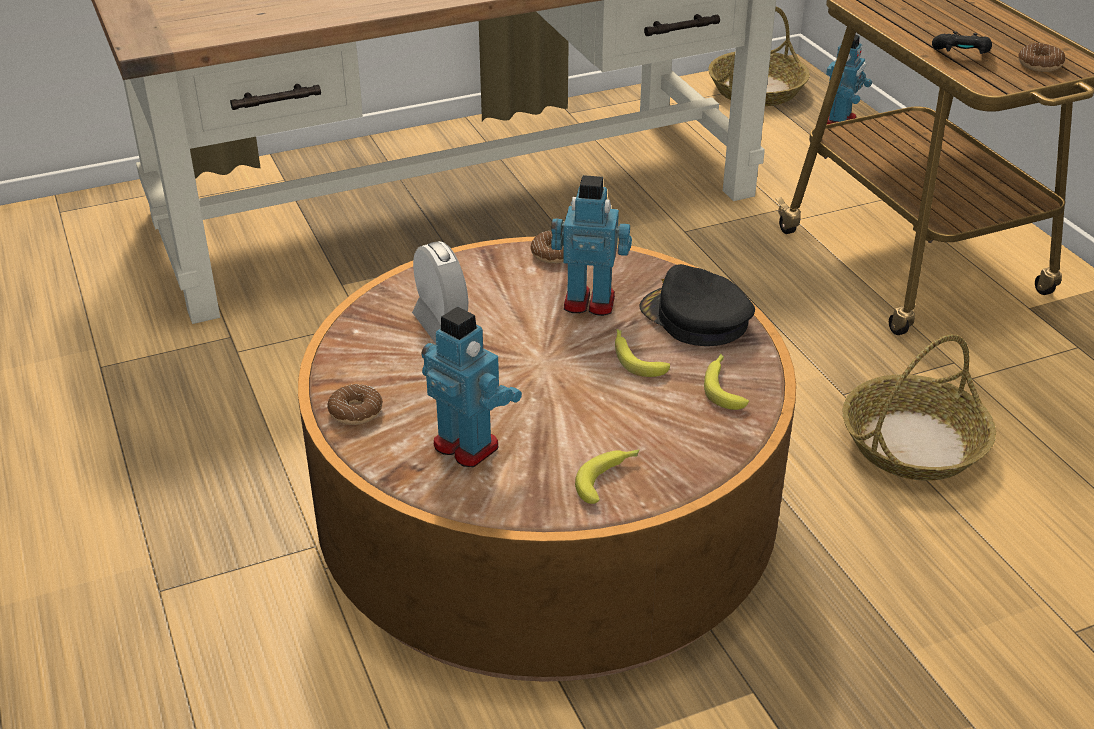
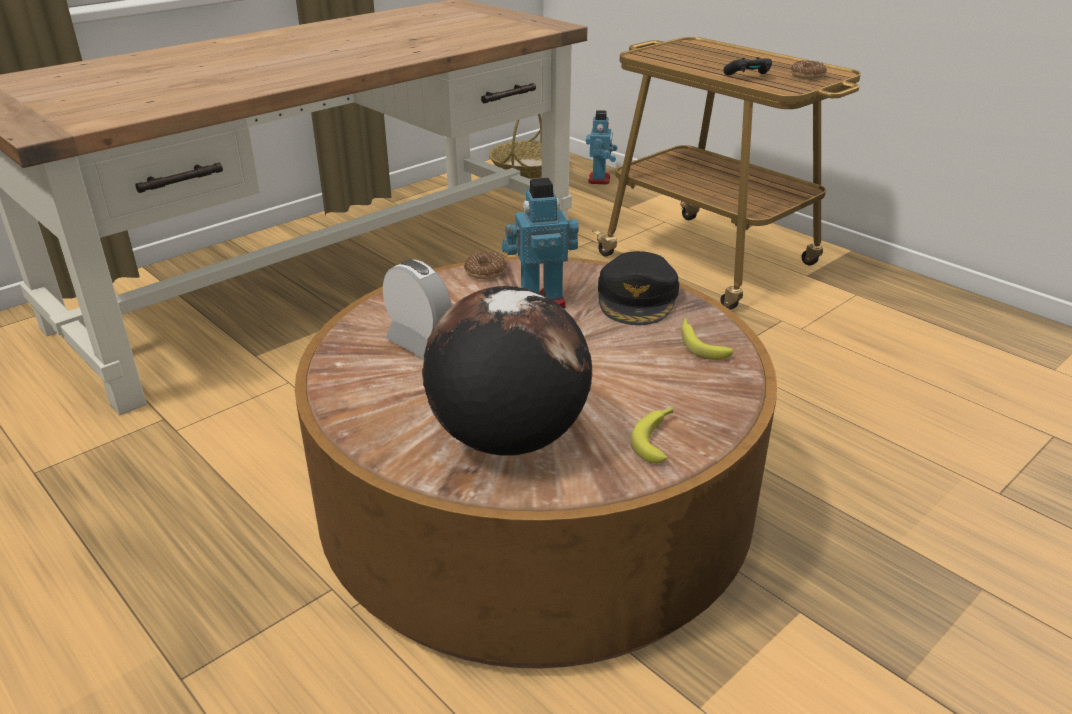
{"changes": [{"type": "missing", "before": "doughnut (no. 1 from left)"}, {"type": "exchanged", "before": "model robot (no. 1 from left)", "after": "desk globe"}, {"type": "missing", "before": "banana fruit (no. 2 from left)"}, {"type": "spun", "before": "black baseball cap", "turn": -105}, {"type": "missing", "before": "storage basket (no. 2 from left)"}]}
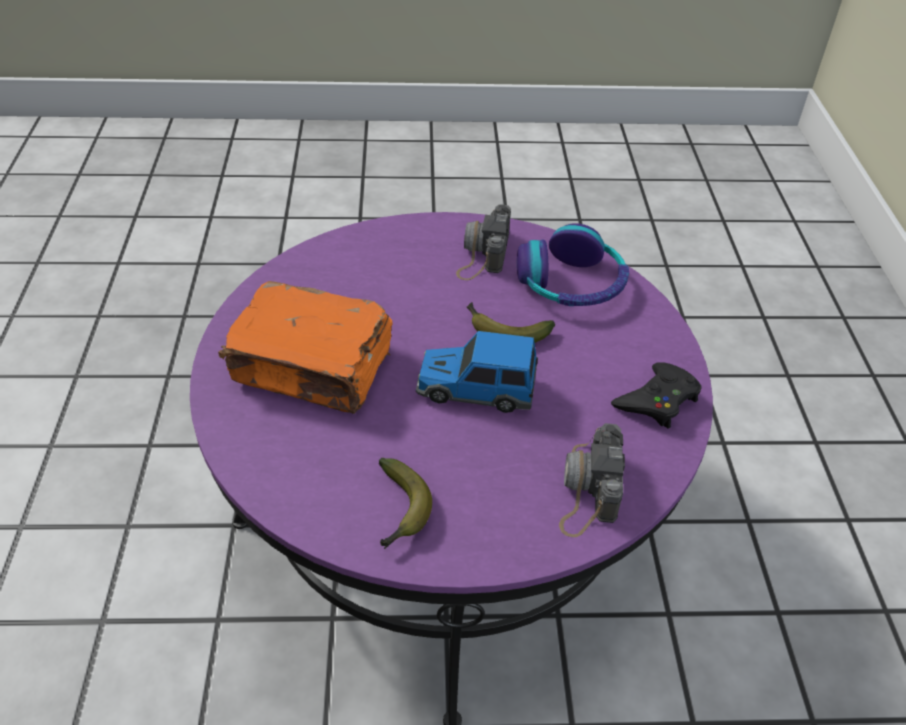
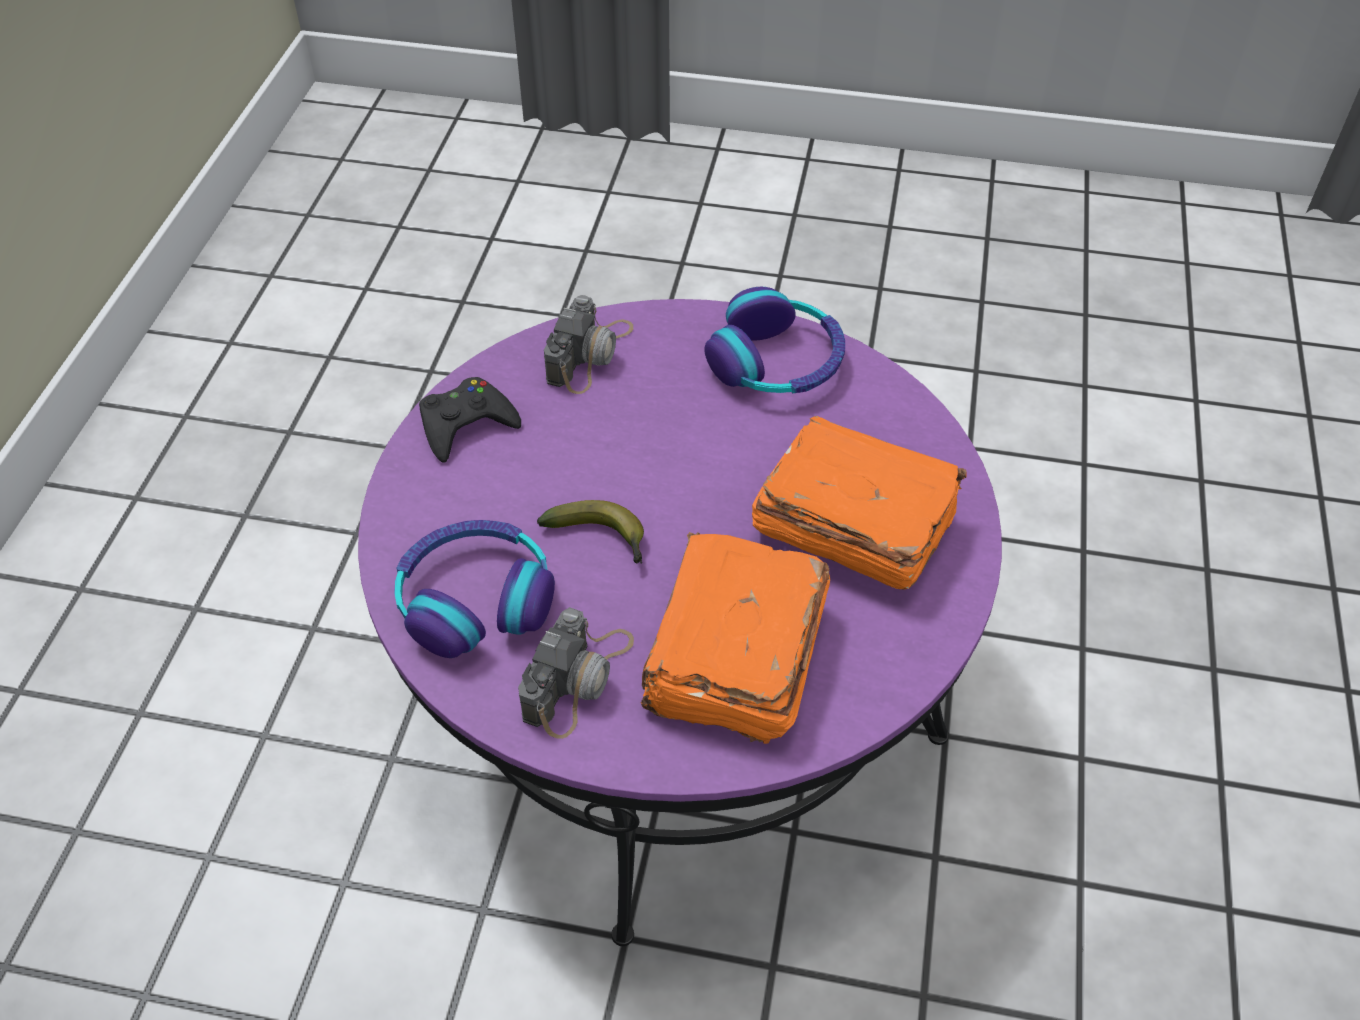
{"changes": [{"type": "exchanged", "before": "banana fruit (no. 1 from left)", "after": "headset (no. 2 from left)"}, {"type": "missing", "before": "miniature car"}, {"type": "appeared", "after": "orangey book (no. 1 from left)"}]}
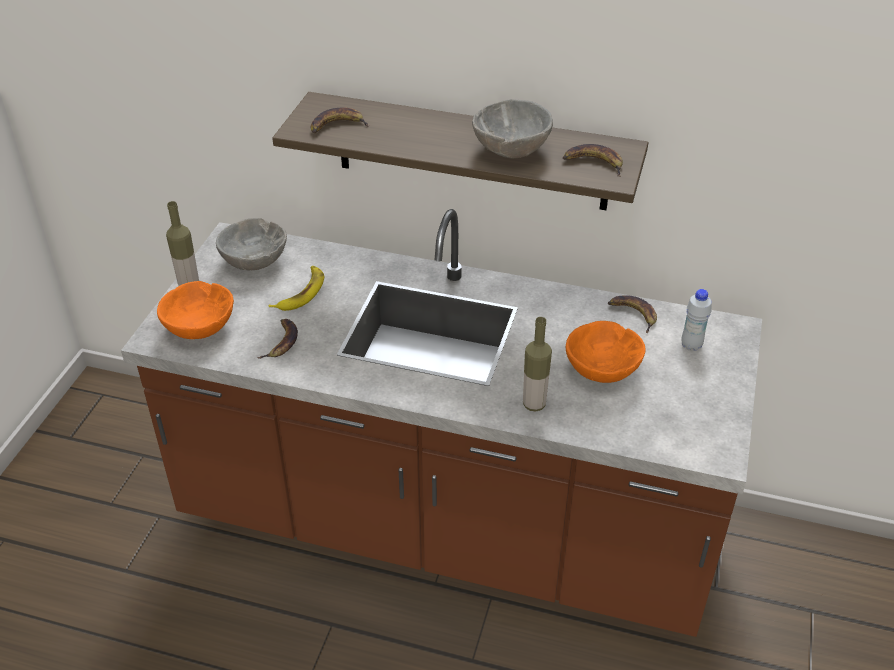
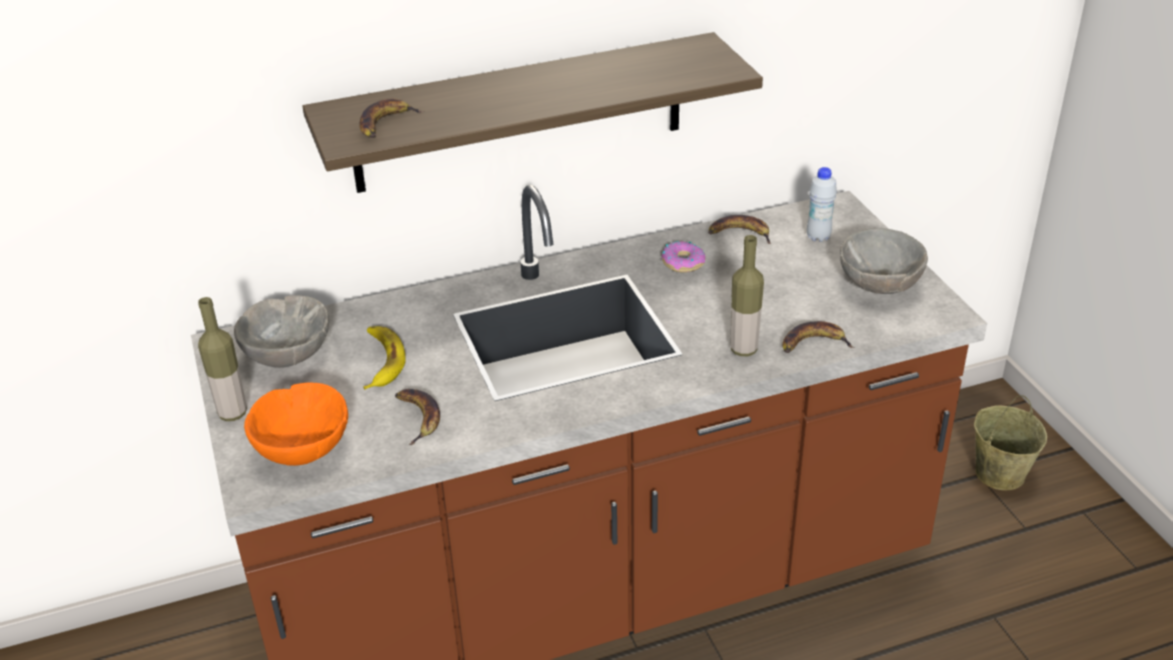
{"changes": [{"type": "relocated", "before": "grey bowl (no. 2 from left)"}, {"type": "relocated", "before": "banana fruit (no. 4 from left in the first image)", "after": "banana fruit (no. 5 from left)"}, {"type": "missing", "before": "orangey bowl (no. 2 from left)"}, {"type": "appeared", "after": "doughnut"}, {"type": "appeared", "after": "sand-coloured water bucket"}]}
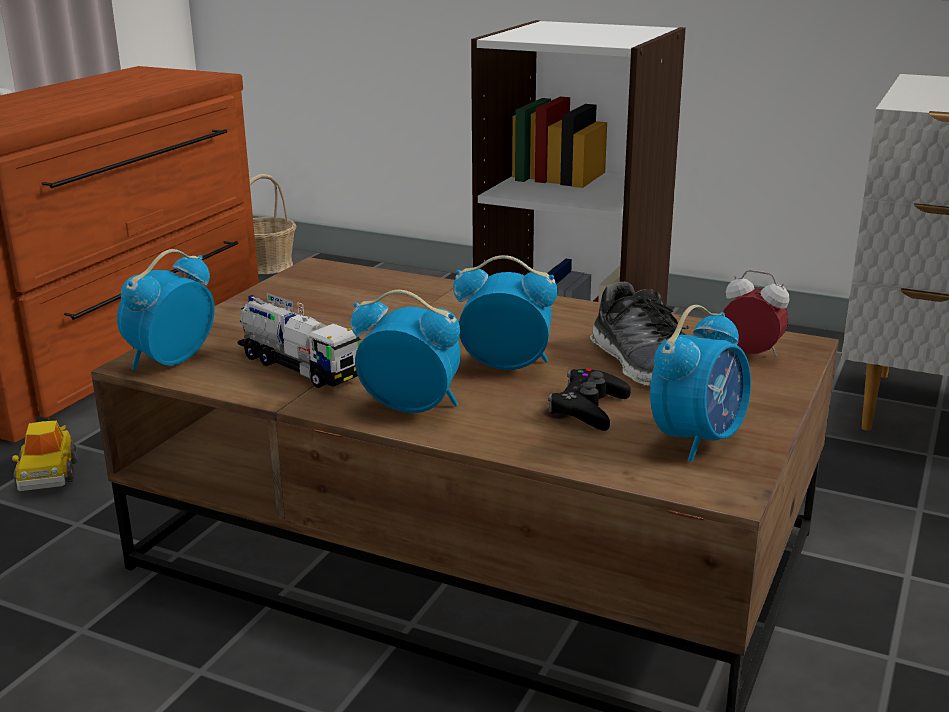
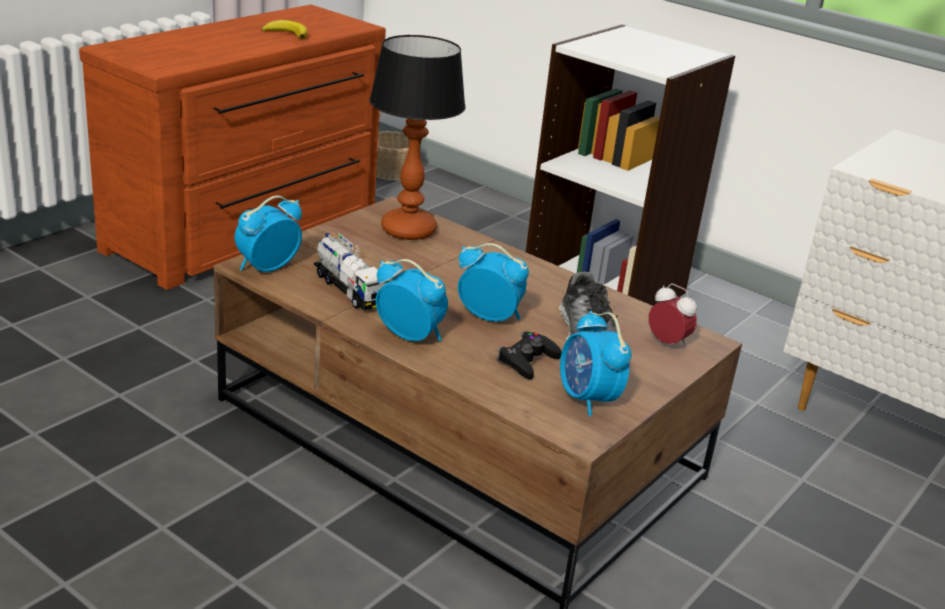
{"changes": [{"type": "missing", "before": "miniature car"}, {"type": "spun", "before": "bedside clock (no. 4 from left)", "turn": 105}, {"type": "appeared", "after": "banana fruit"}, {"type": "appeared", "after": "lamp for a table"}]}
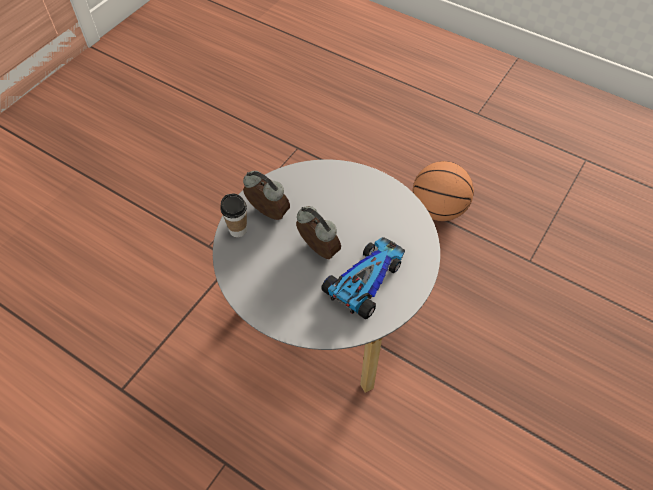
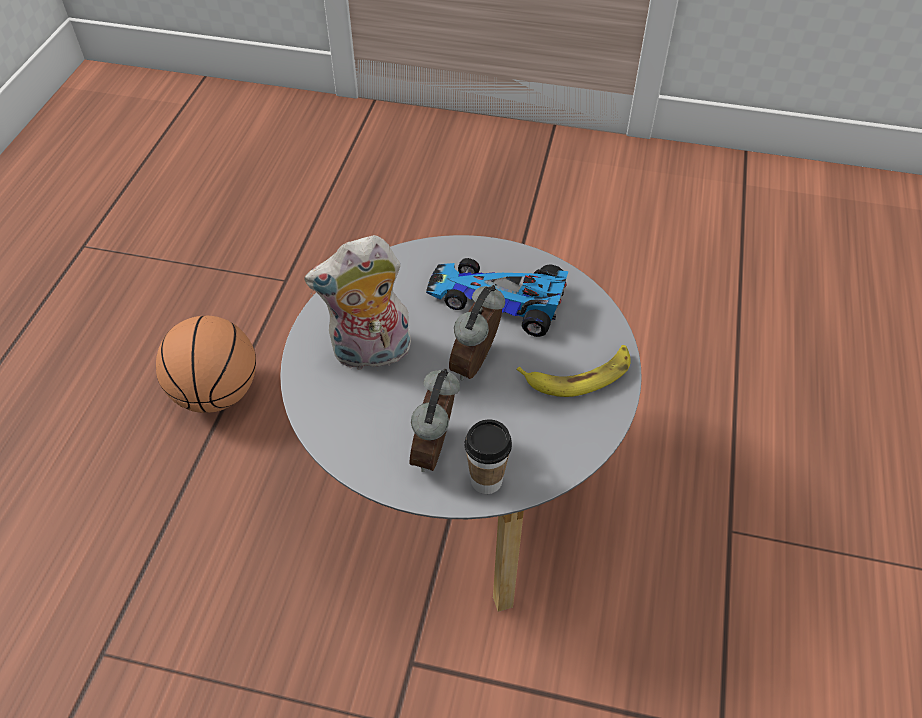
{"changes": [{"type": "appeared", "after": "soft toy"}, {"type": "appeared", "after": "banana fruit"}]}
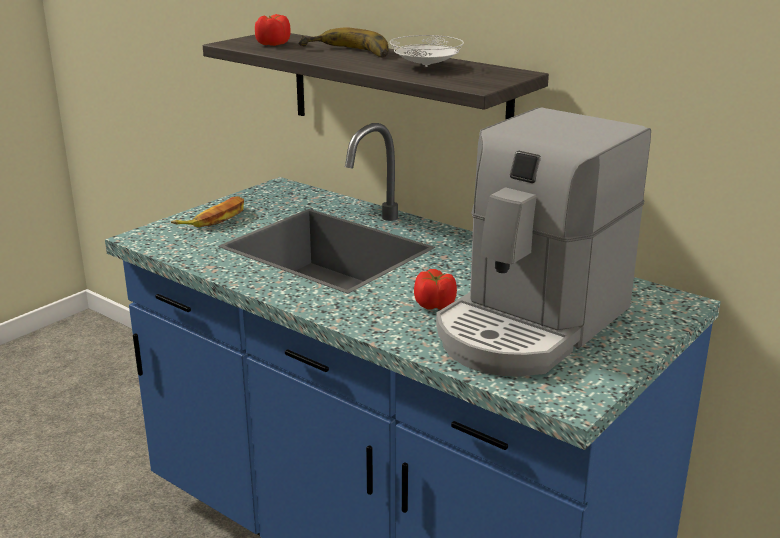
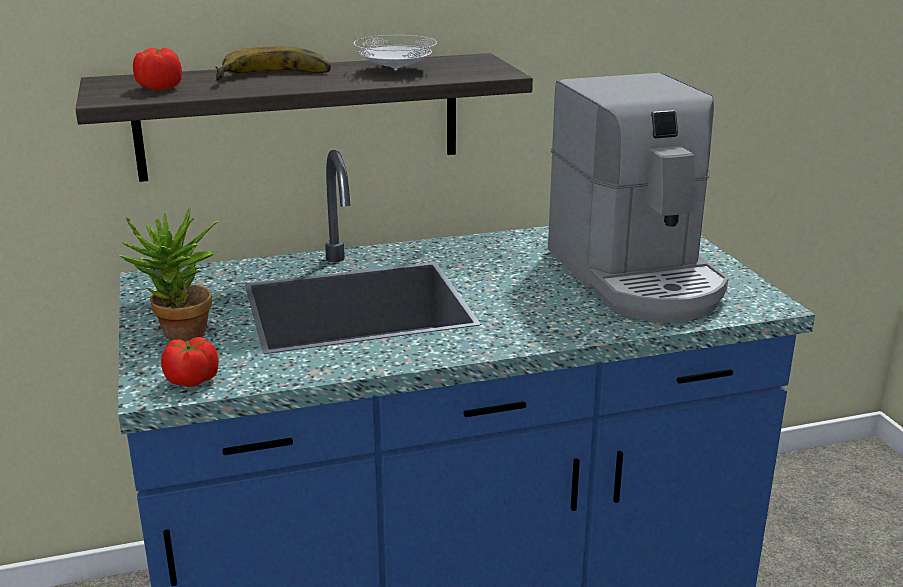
{"changes": [{"type": "exchanged", "before": "banana fruit (no. 1 from left)", "after": "houseplant"}, {"type": "relocated", "before": "tomato (no. 2 from left)"}]}
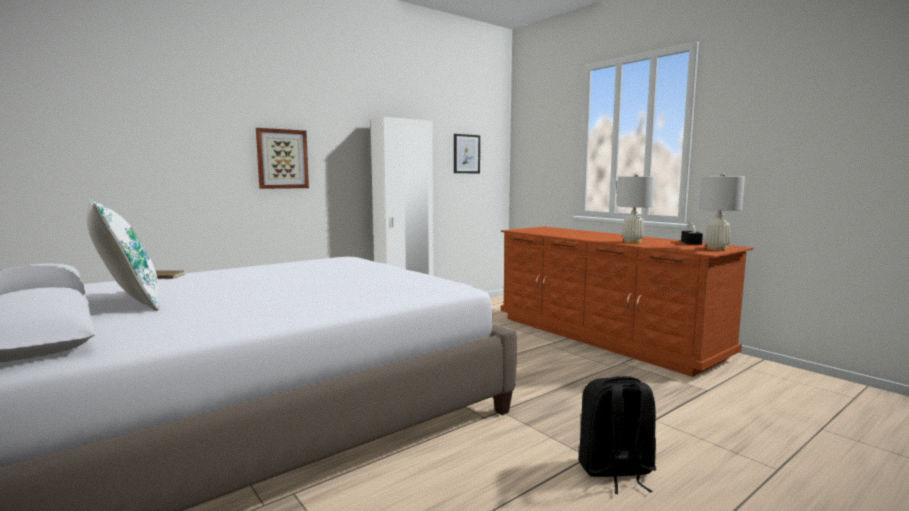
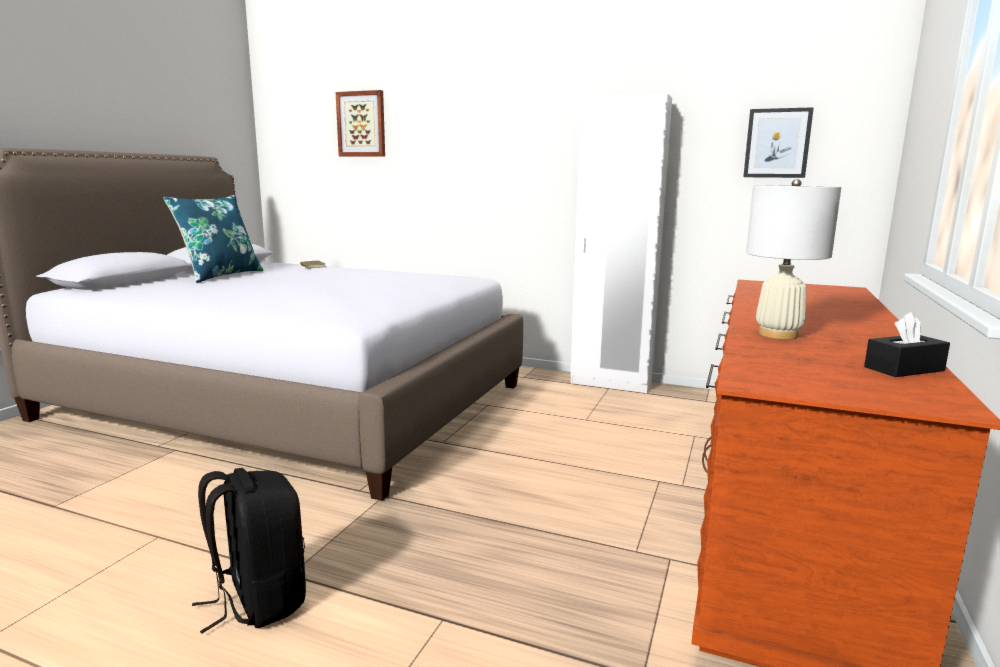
{"changes": [{"type": "colour", "before": "whitish cushion", "after": "bluish cushion"}, {"type": "relocated", "before": "picture (no. 1 from left)"}, {"type": "missing", "before": "whitish lamp for a table (no. 2 from left)"}]}
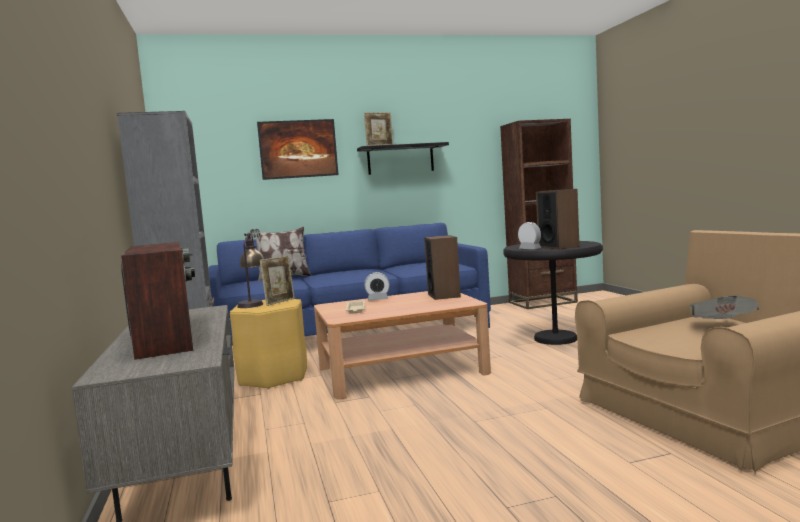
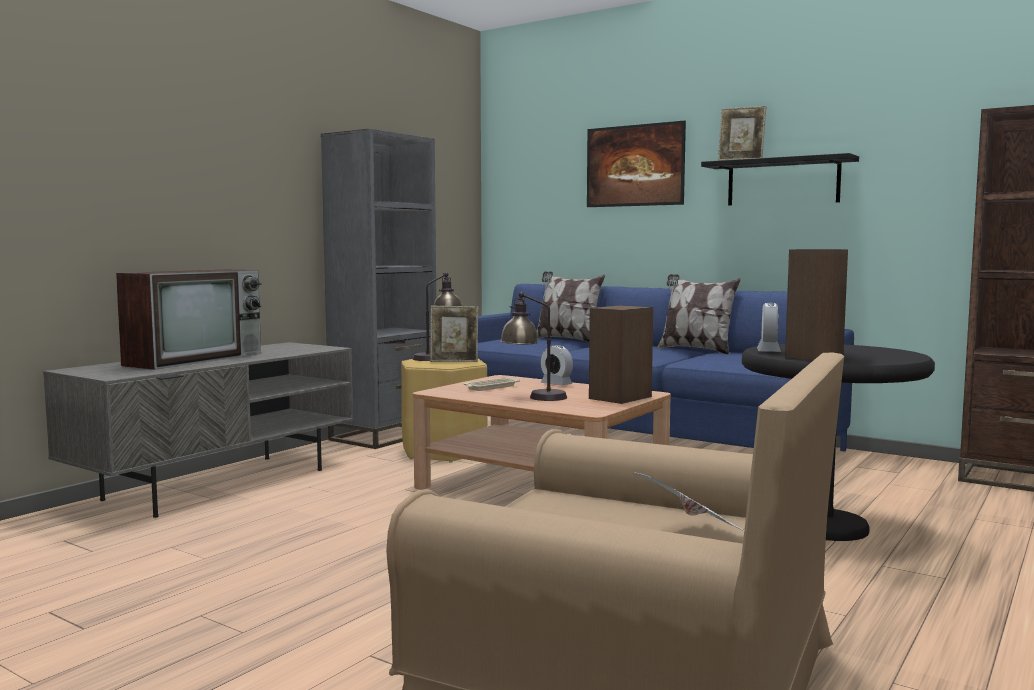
{"changes": [{"type": "appeared", "after": "lamp for a table (no. 2 from left)"}, {"type": "appeared", "after": "cushion (no. 2 from left)"}]}
